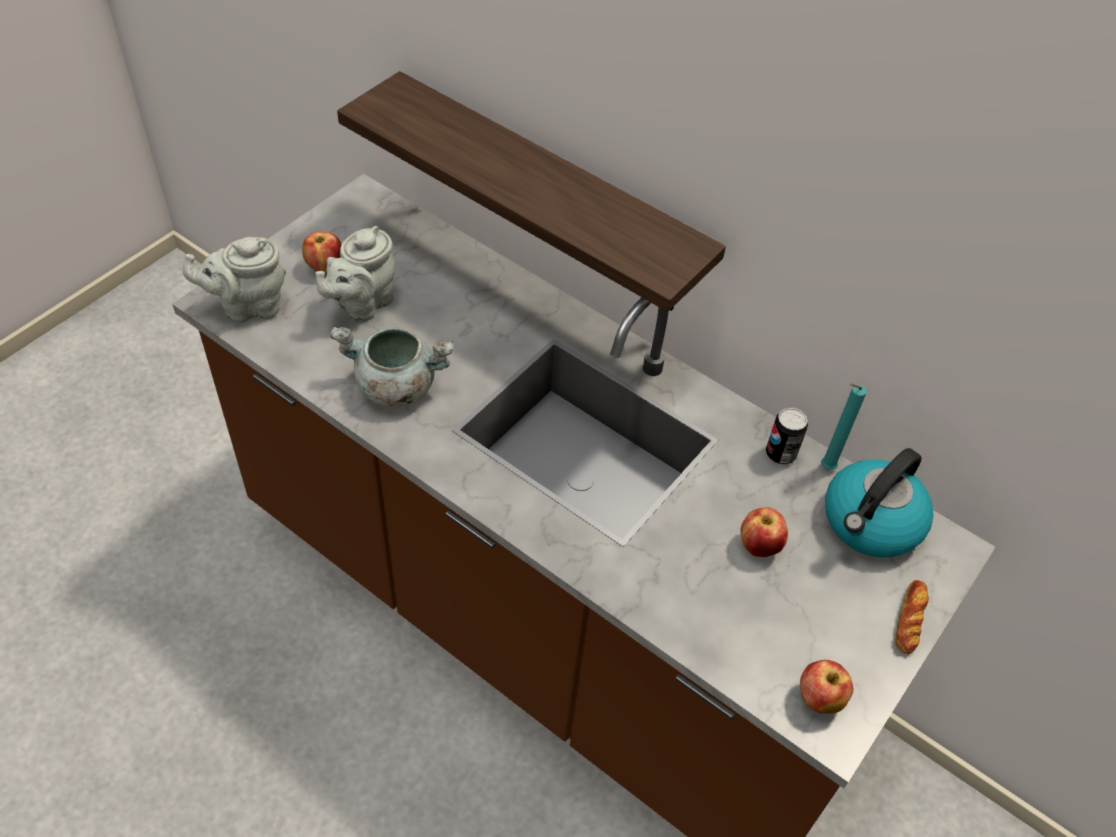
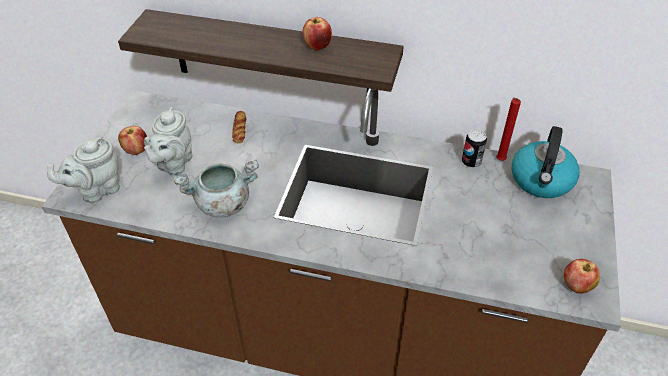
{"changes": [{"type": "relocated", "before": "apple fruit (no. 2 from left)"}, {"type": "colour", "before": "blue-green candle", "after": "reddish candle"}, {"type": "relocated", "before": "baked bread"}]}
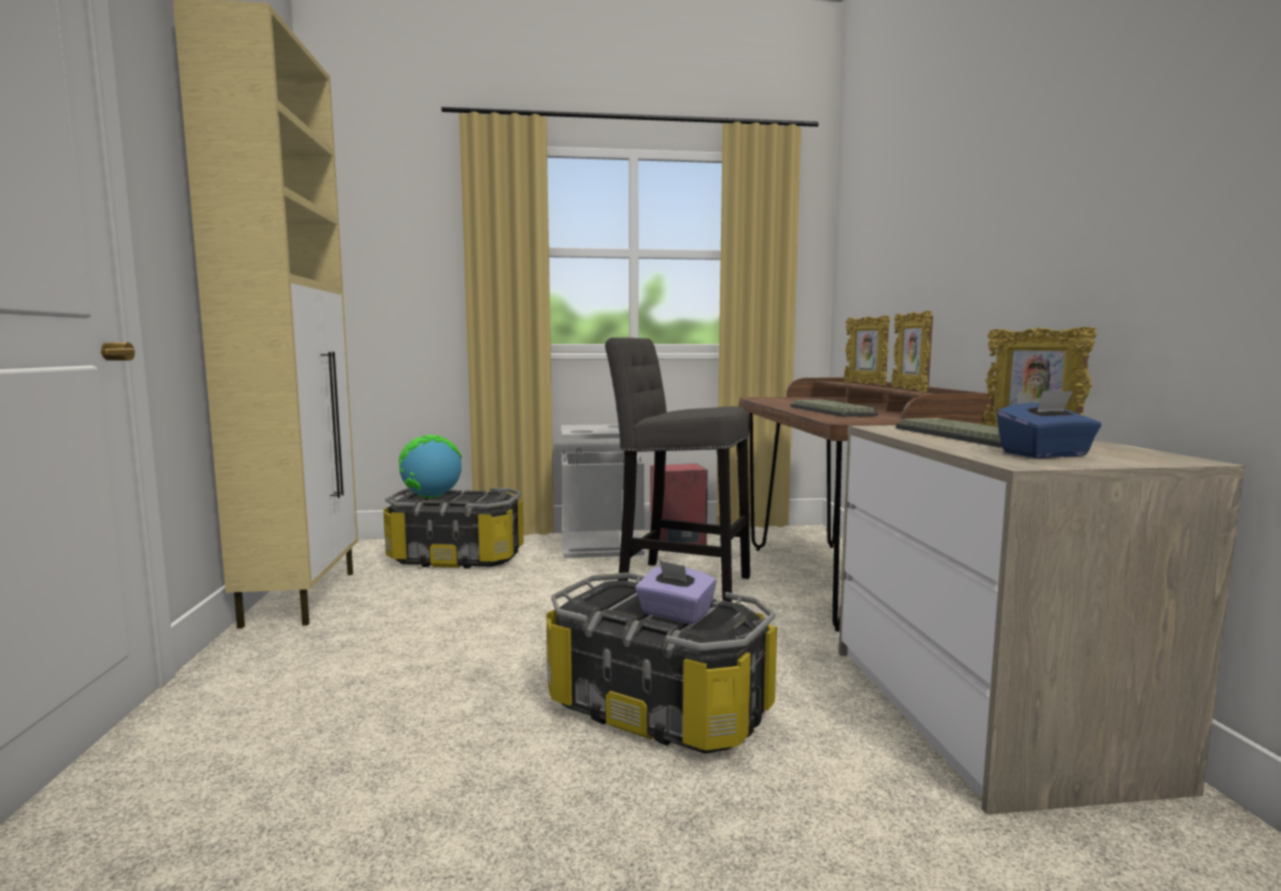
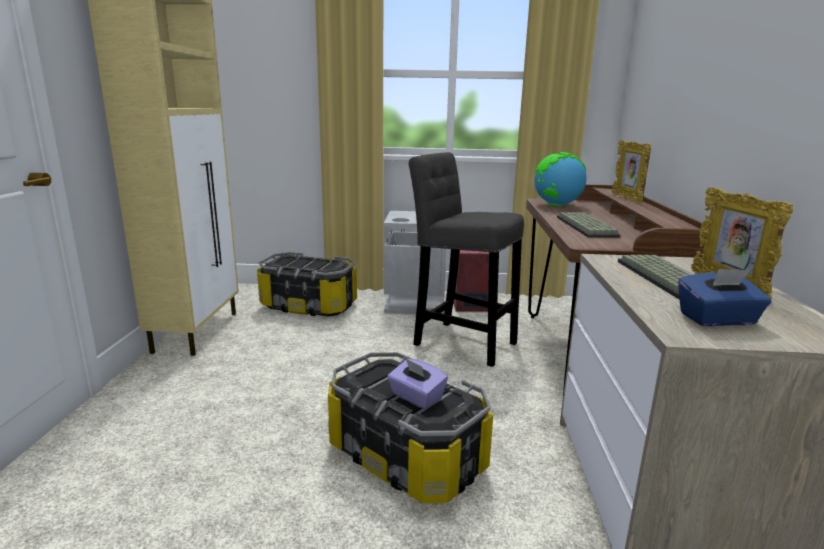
{"changes": [{"type": "relocated", "before": "desk globe"}, {"type": "missing", "before": "photo frame (no. 2 from left)"}]}
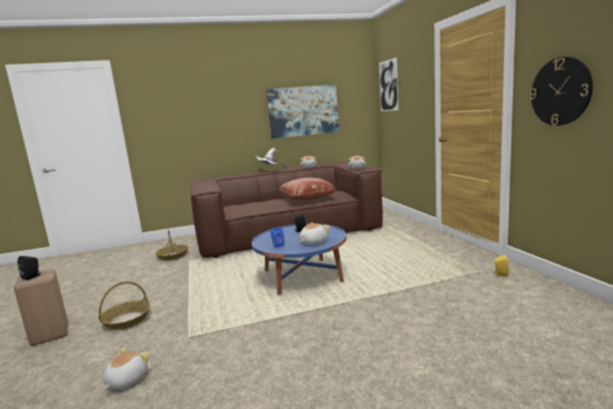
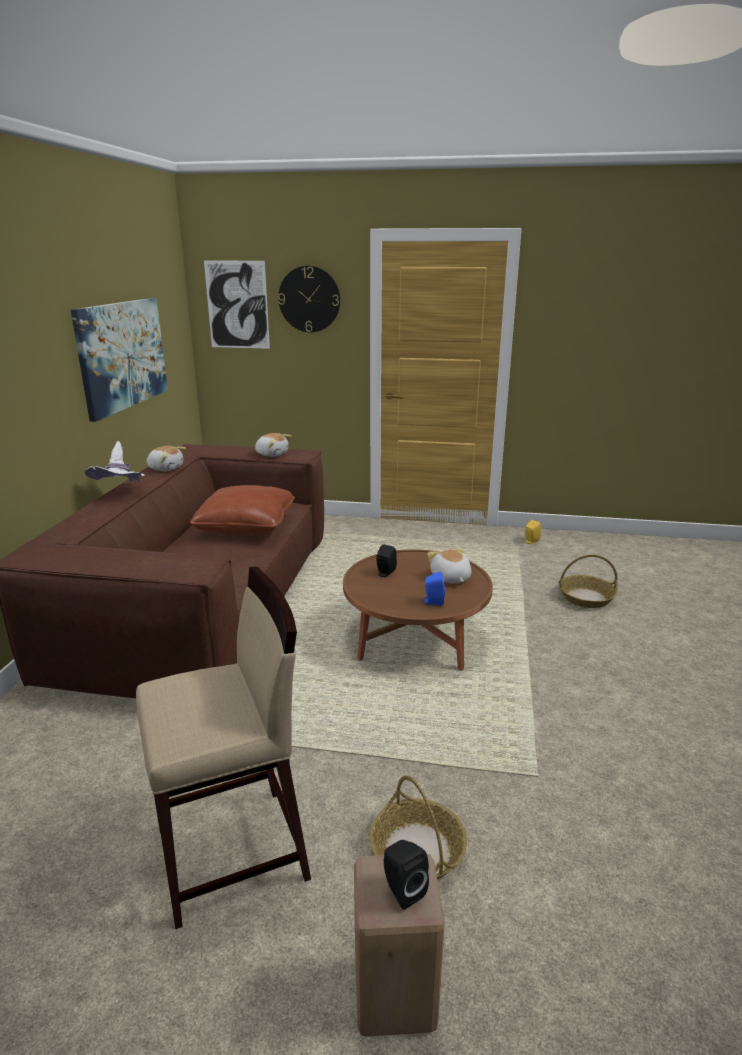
{"changes": [{"type": "missing", "before": "soft toy (no. 1 from left)"}, {"type": "relocated", "before": "storage basket (no. 2 from left)"}, {"type": "colour", "before": "bluish low table", "after": "brown-coloured low table"}, {"type": "relocated", "before": "hanging clock"}, {"type": "appeared", "after": "sand-coloured sitting stool (no. 1 from left)"}]}
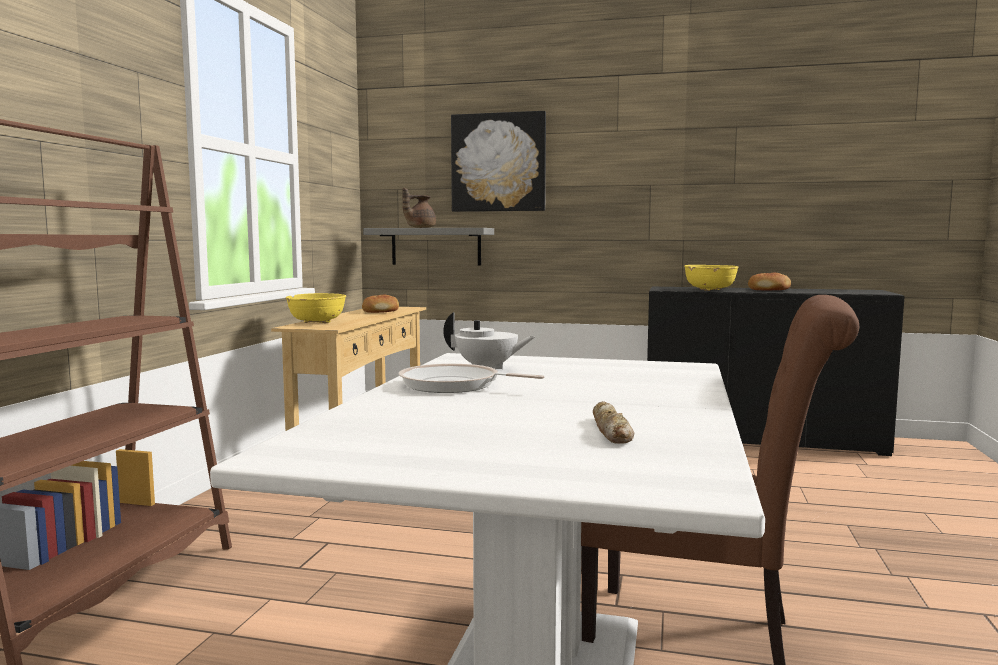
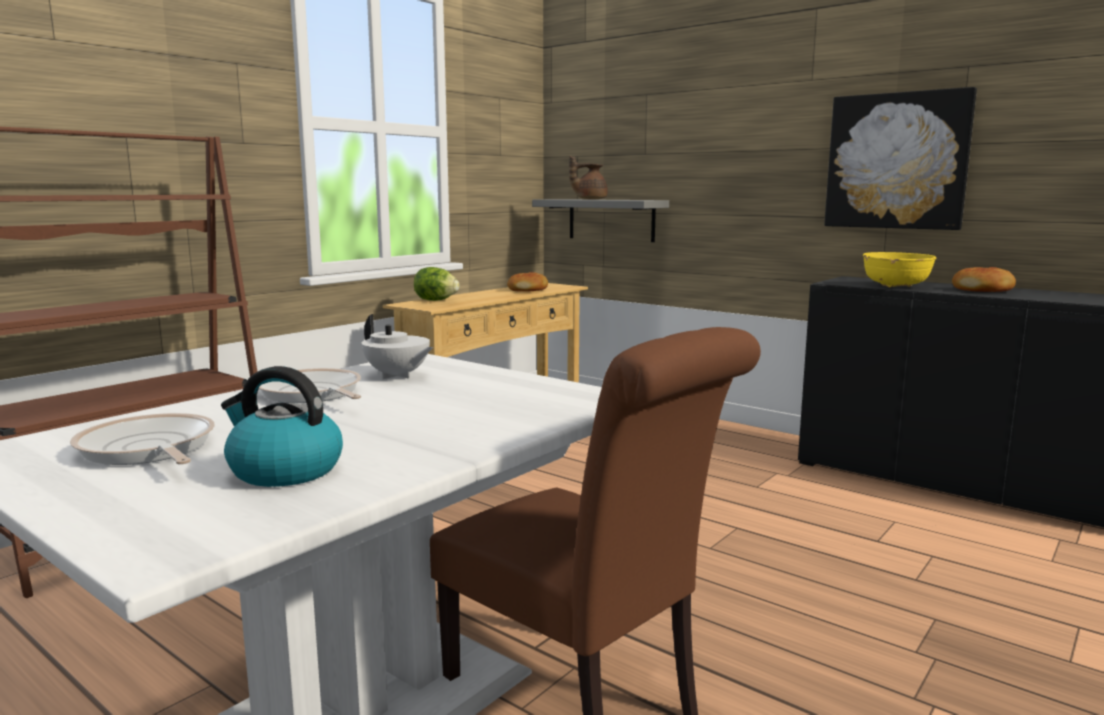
{"changes": [{"type": "exchanged", "before": "yellow-coloured bowl (no. 1 from left)", "after": "head of lettuce"}, {"type": "relocated", "before": "picture"}, {"type": "exchanged", "before": "baked bread (no. 2 from left)", "after": "tea kettle"}, {"type": "appeared", "after": "pan (no. 1 from left)"}]}
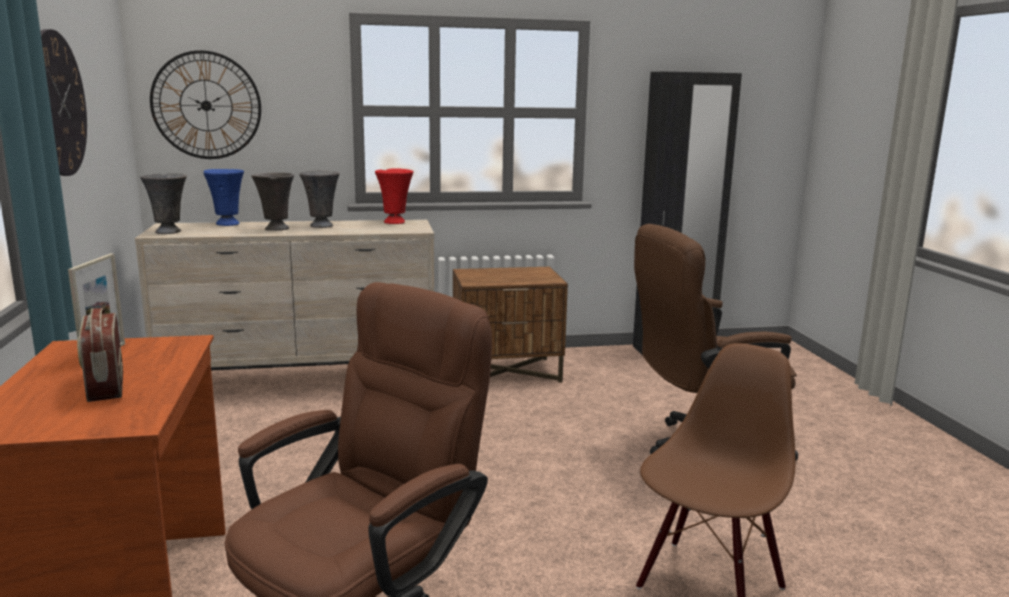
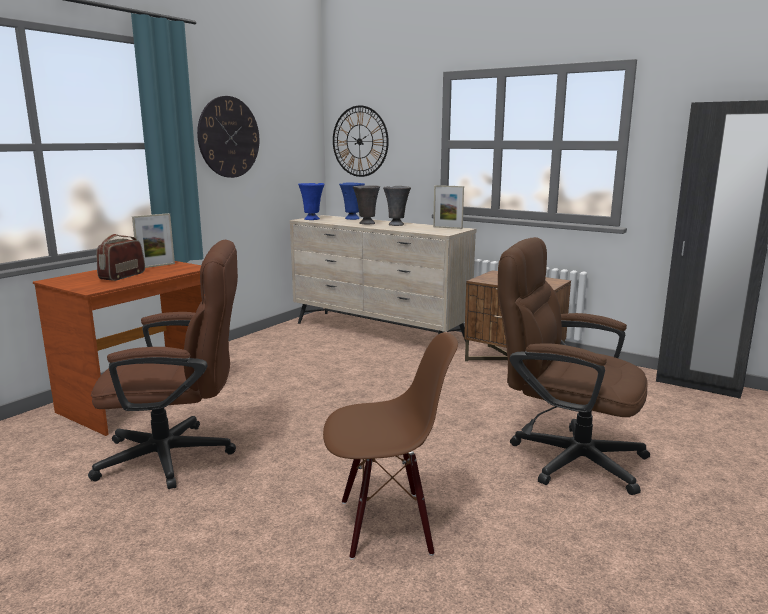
{"changes": [{"type": "colour", "before": "grey vase (no. 1 from left)", "after": "bluish vase (no. 1 from left)"}, {"type": "exchanged", "before": "reddish vase", "after": "photo frame (no. 2 from left)"}]}
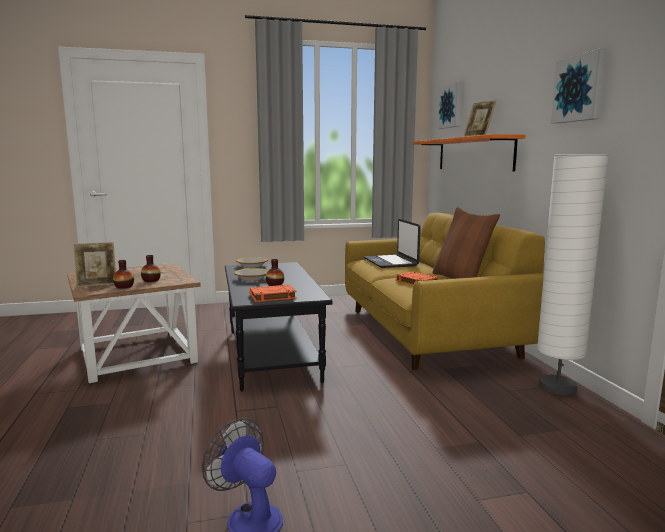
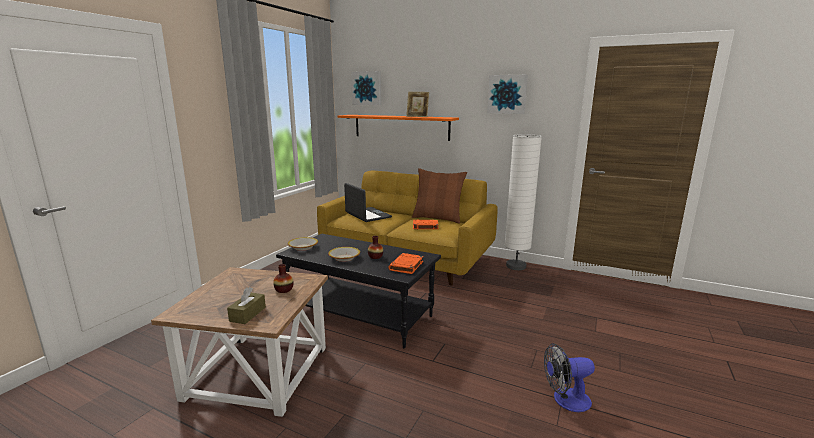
{"changes": [{"type": "exchanged", "before": "photo frame (no. 1 from left)", "after": "brown-coloured tissue holder"}, {"type": "missing", "before": "vase (no. 1 from left)"}, {"type": "spun", "before": "notebook computer", "turn": -150}]}
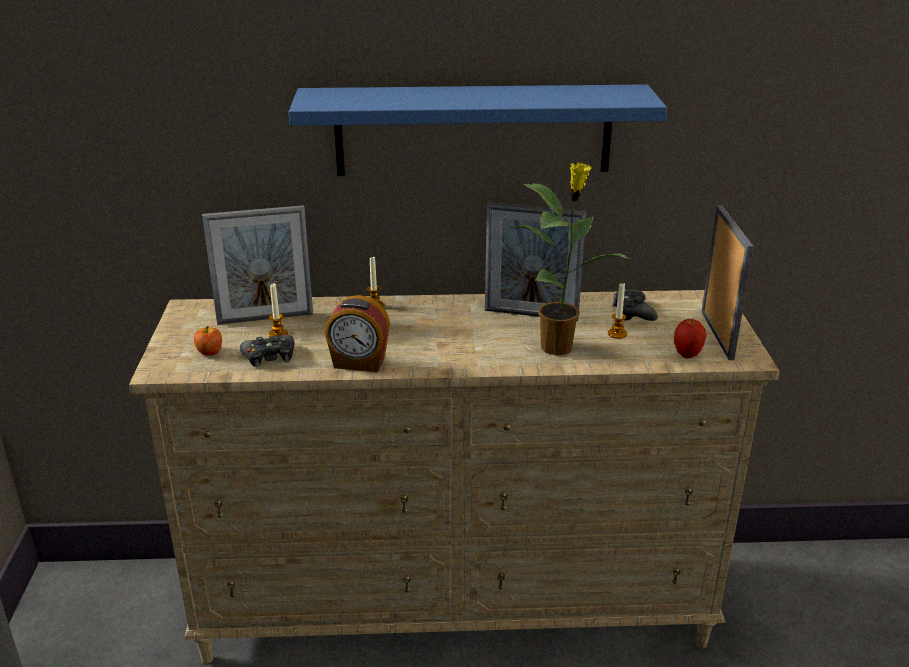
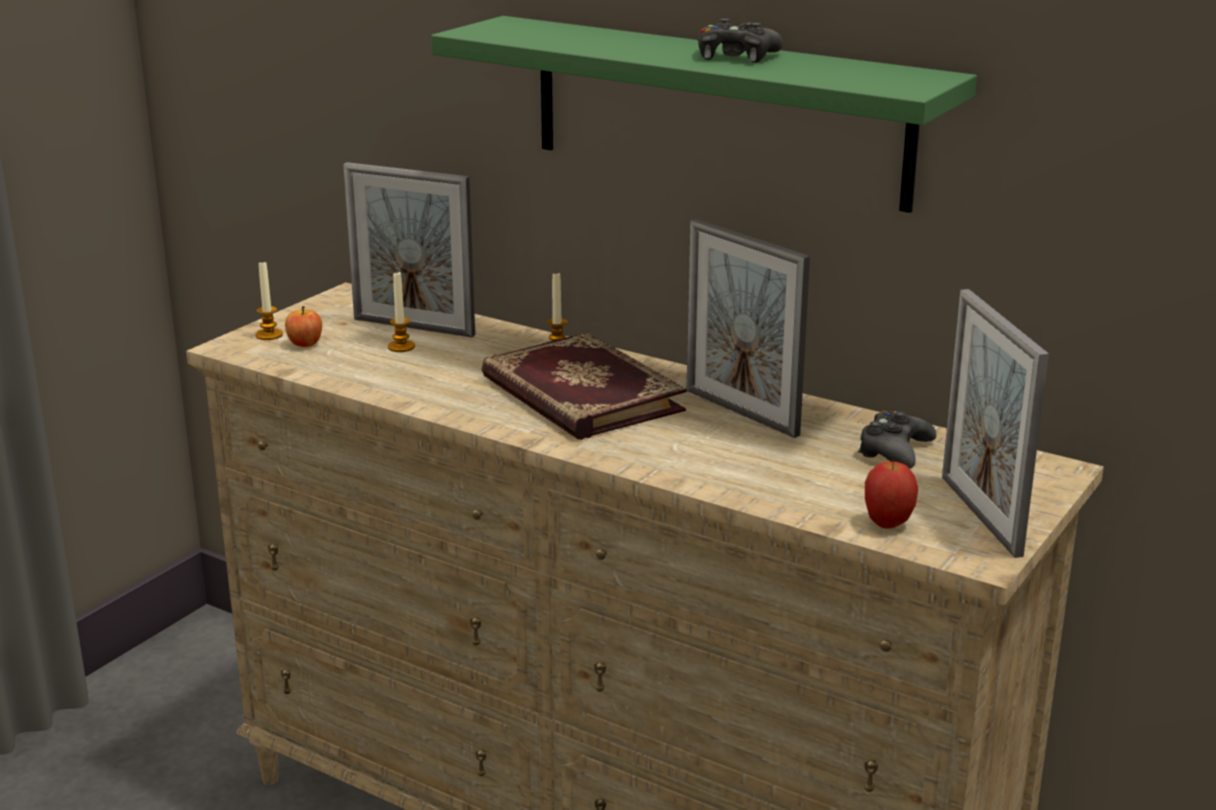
{"changes": [{"type": "relocated", "before": "black joypad (no. 1 from left)"}, {"type": "colour", "before": "bluish shelf", "after": "green shelf"}, {"type": "missing", "before": "bedside clock"}, {"type": "missing", "before": "houseplant"}, {"type": "relocated", "before": "candle (no. 3 from left in the first image)", "after": "candle (no. 1 from left)"}, {"type": "spun", "before": "photo frame (no. 3 from left)", "turn": 135}, {"type": "appeared", "after": "book"}]}
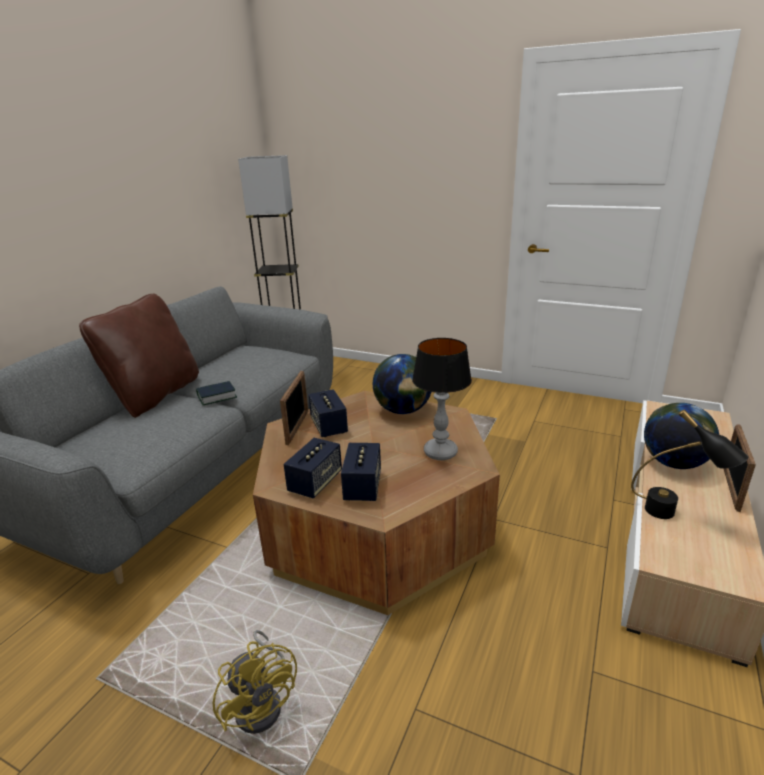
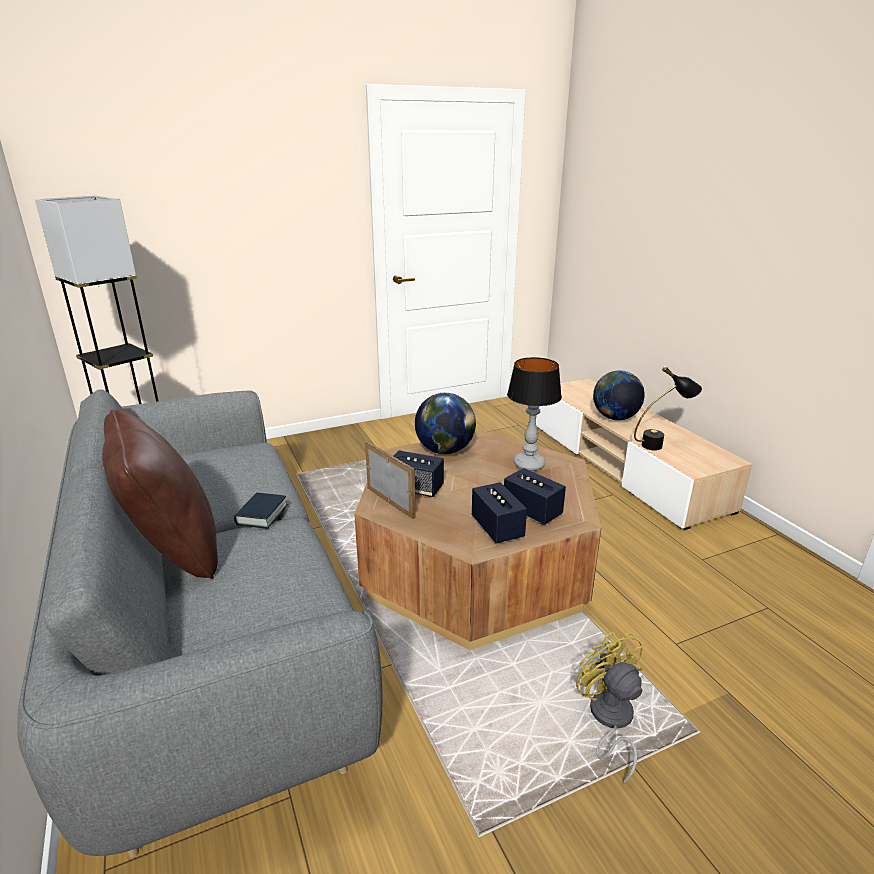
{"changes": [{"type": "spun", "before": "yellow-coloured fan", "turn": -120}, {"type": "missing", "before": "photo frame (no. 2 from left)"}]}
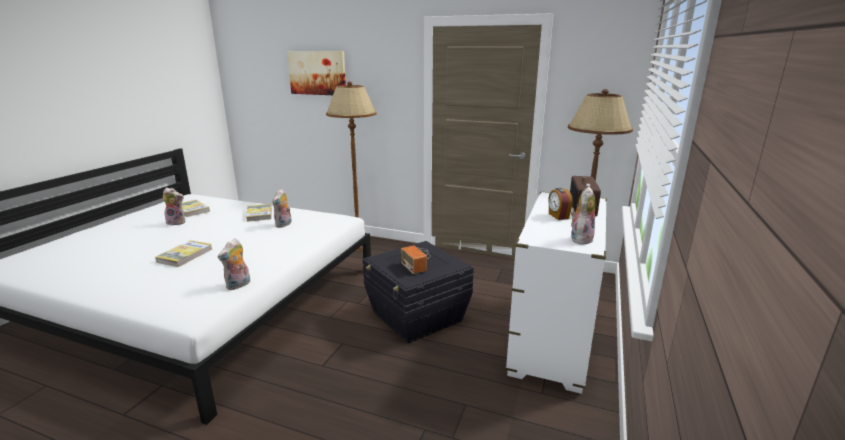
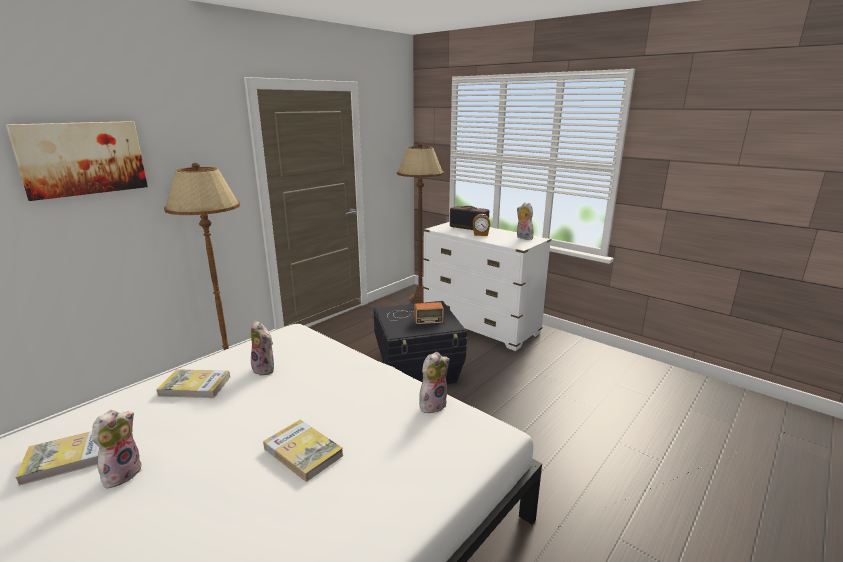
{"changes": [{"type": "spun", "before": "soft toy (no. 2 from left in the first image)", "turn": -90}]}
